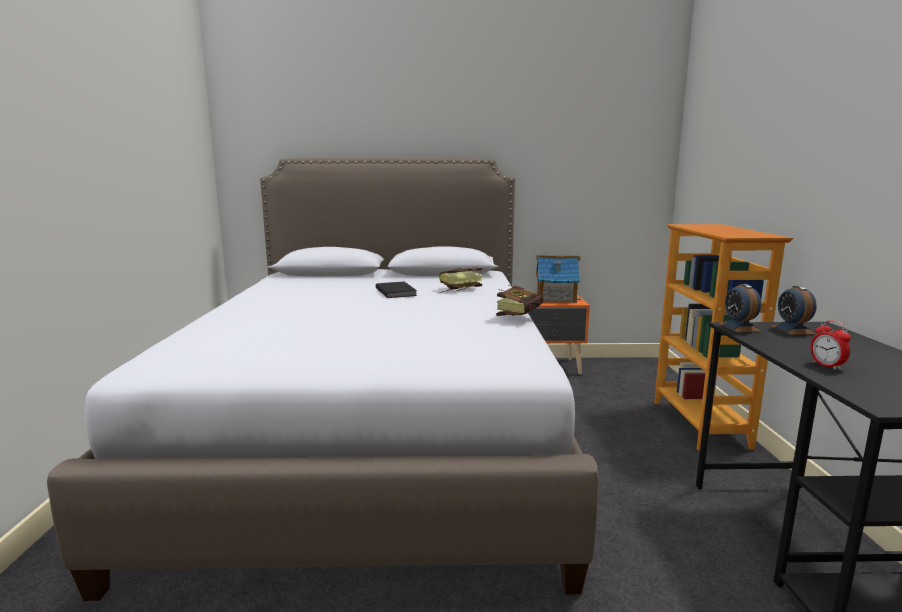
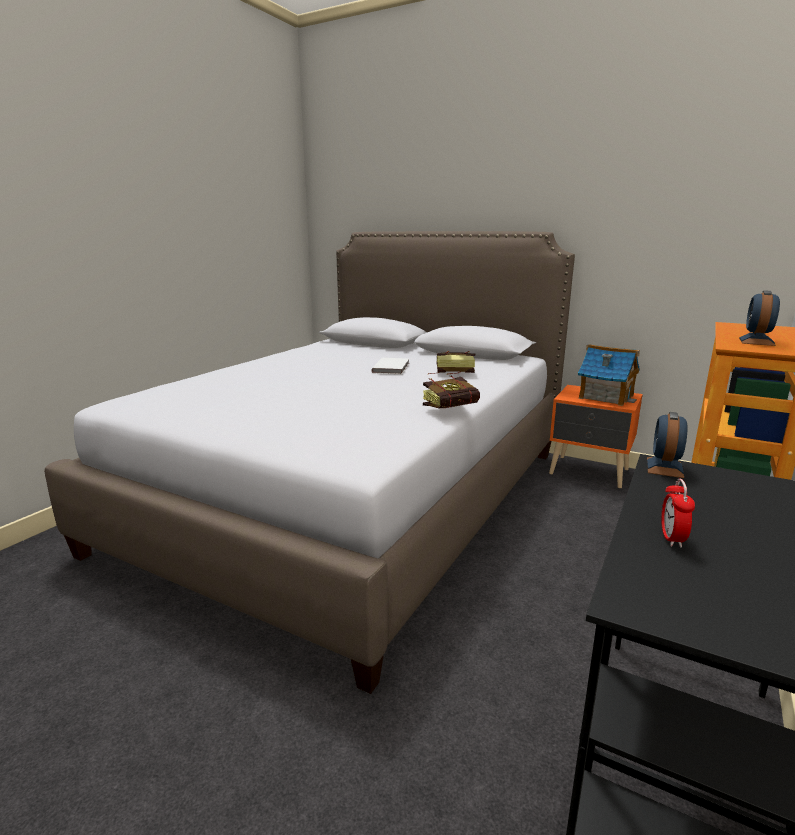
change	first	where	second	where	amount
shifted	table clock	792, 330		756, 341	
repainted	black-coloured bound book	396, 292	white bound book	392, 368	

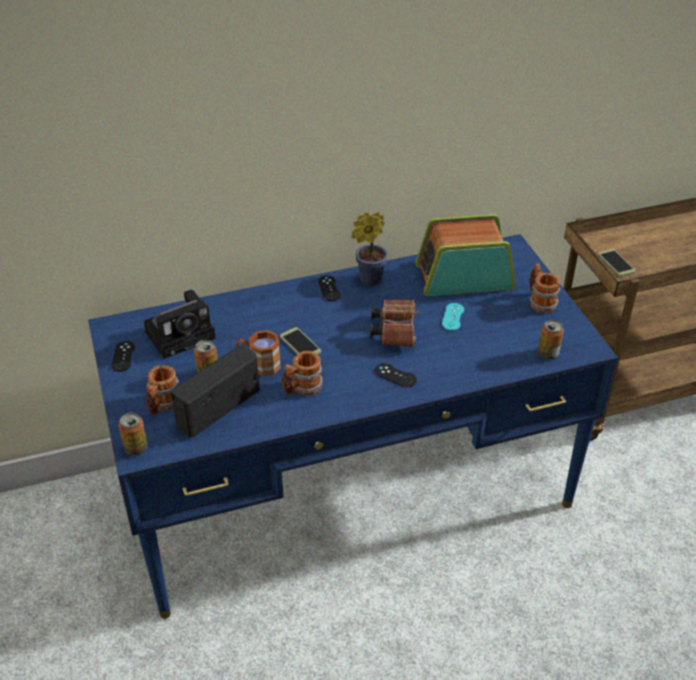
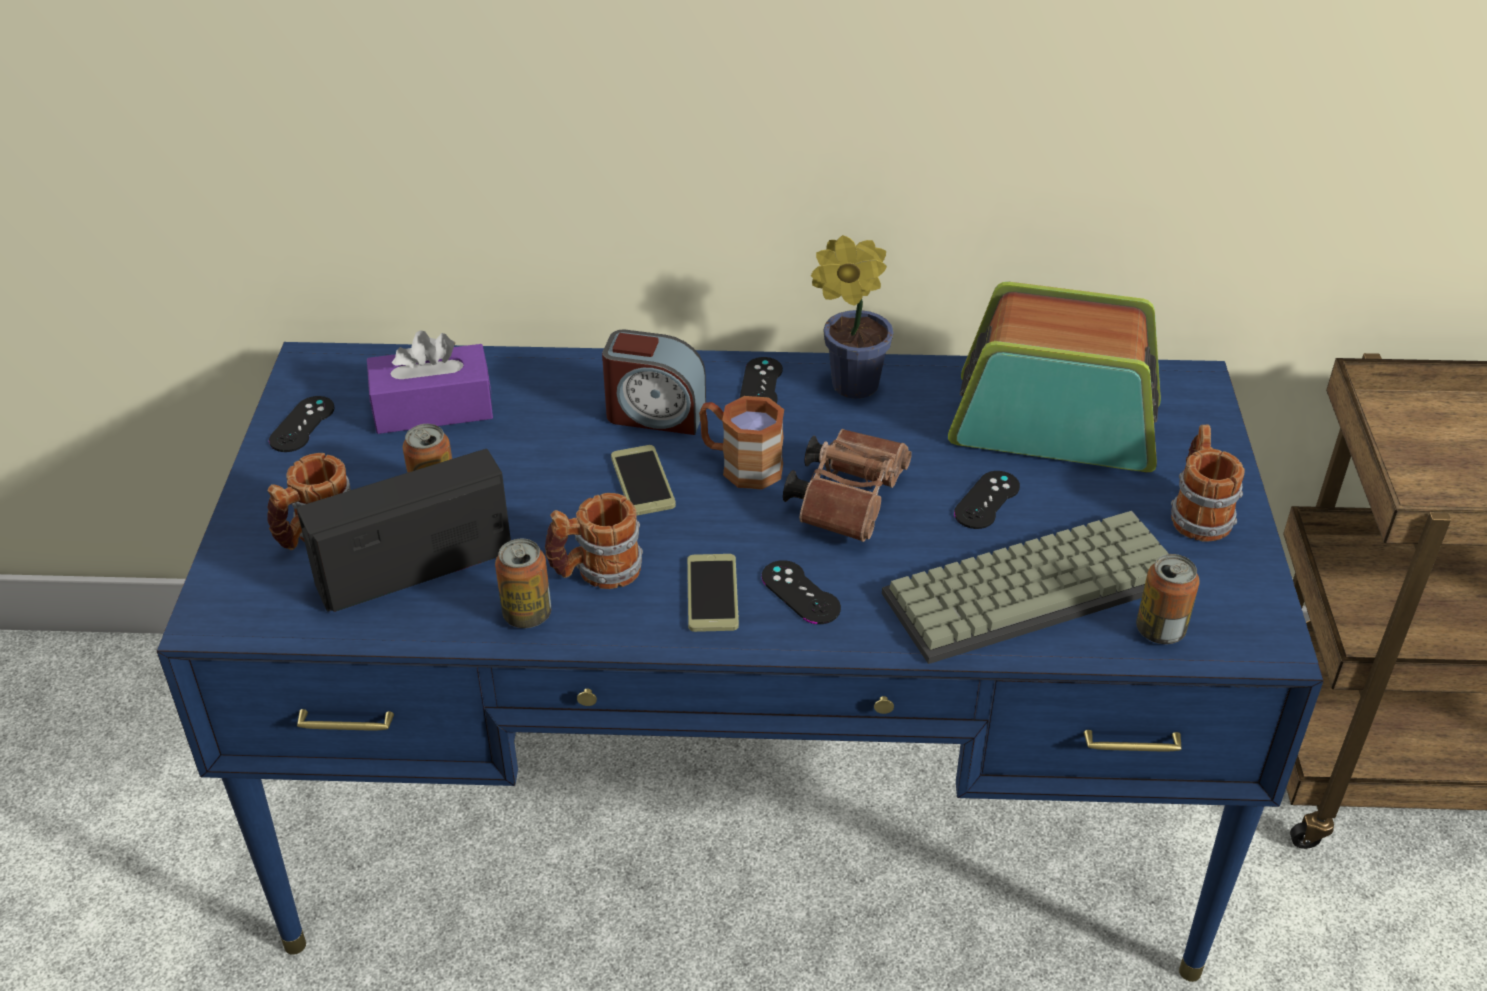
change	first	where	second	where	amount
new			table clock	655, 414	
new			computer keyboard	1035, 584	
shifted	sealed can	136, 448		527, 614	
shifted	brownish coffee mug	259, 365		740, 465	
shifted	phone	616, 263		712, 594	
swapped	still camera	182, 334	purple-coloured tissue holder	433, 408	
repainted	turquoise-coloured gamepad	453, 317	black-coloured gamepad	987, 500	

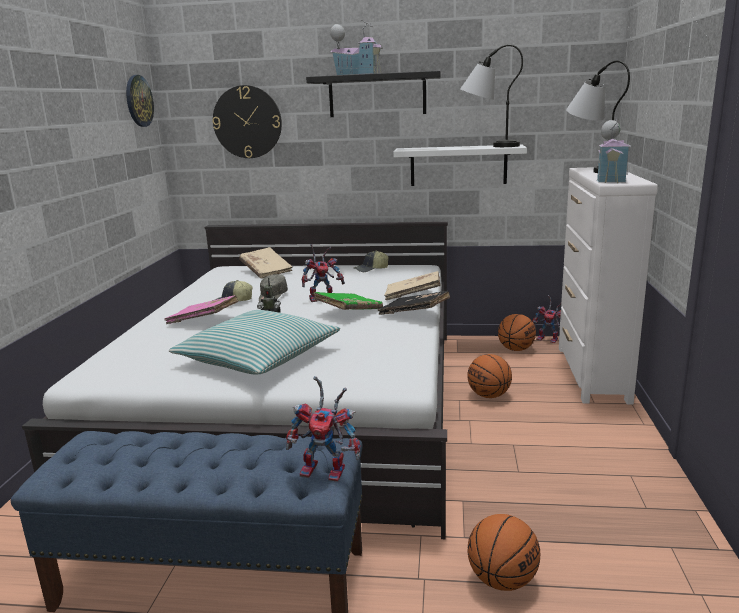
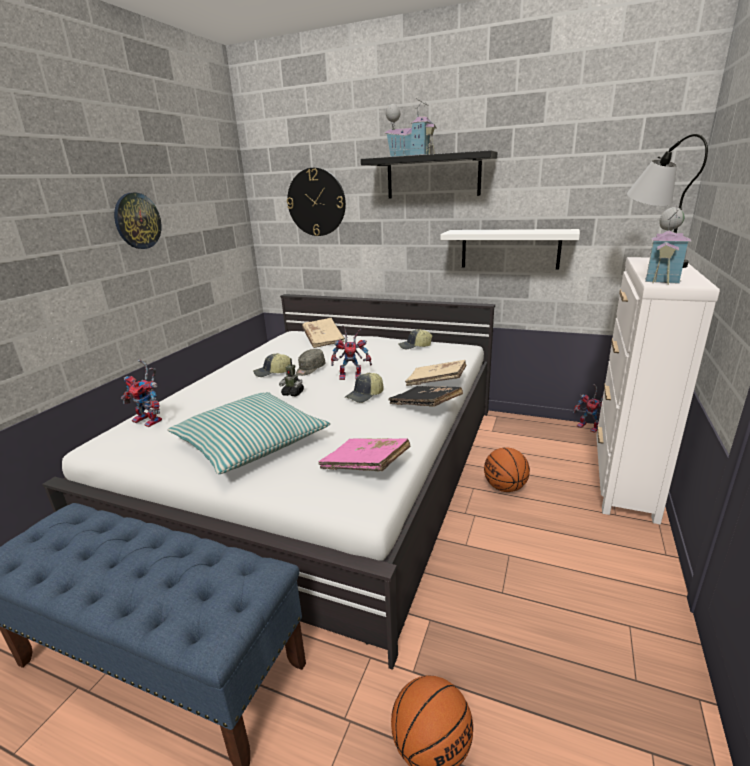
change	first	where	second	where	amount
gone	lamp for a table	488, 146			
gone	basketball	516, 349			
shifted	wall clock	138, 101		137, 221	
shifted	pinkish bound book	203, 320		365, 466	
shifted	model robot	328, 470		151, 420	
swapped	greenish bound book	348, 312	baseball cap	365, 396	

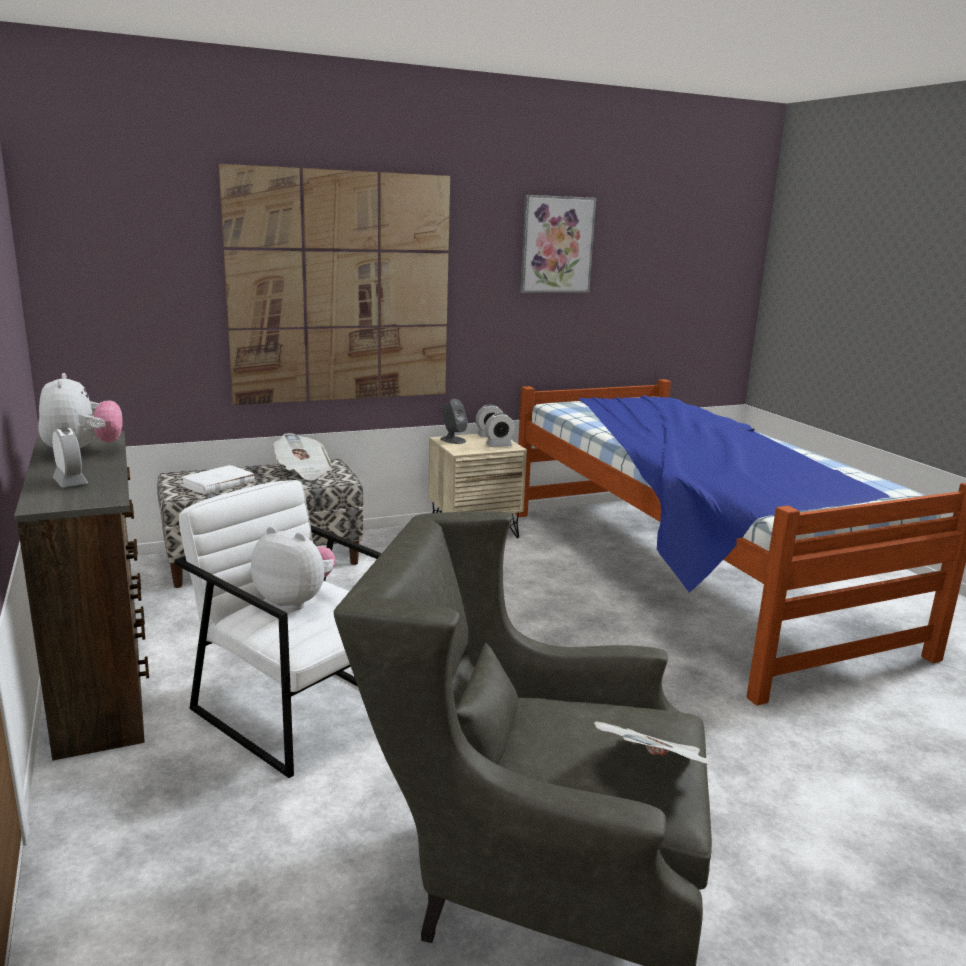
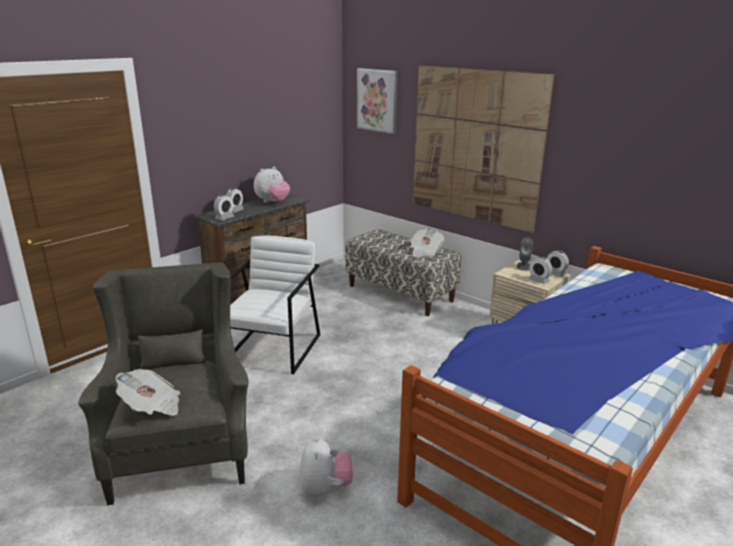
change	first	where	second	where	amount
gone	white bound book	217, 484			
new			table clock	224, 218	
shifted	plush toy	295, 600		325, 487	
shifted	wall picture	556, 245		377, 100	

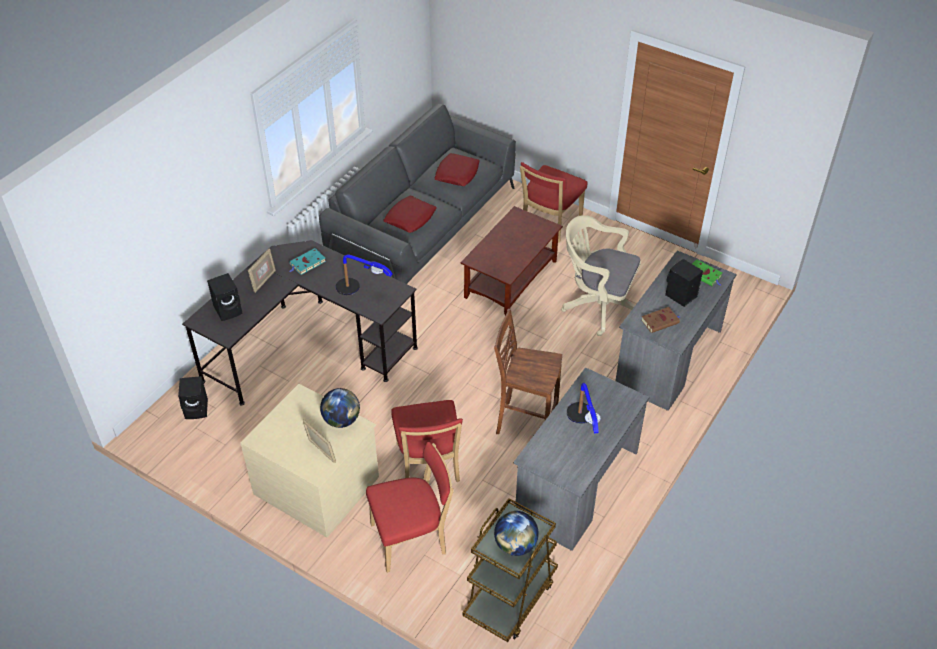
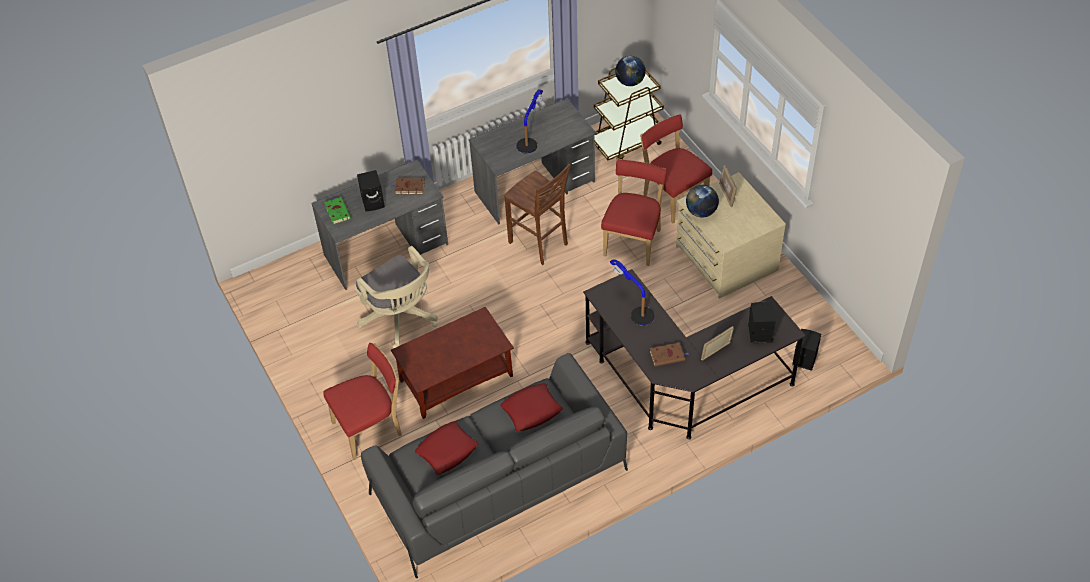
change	first	where	second	where	amount
repainted	turquoise-coloured bound book	307, 263	brownish bound book	668, 356	
rotated	red upright chair	412, 538		673, 197	45 degrees clockwise

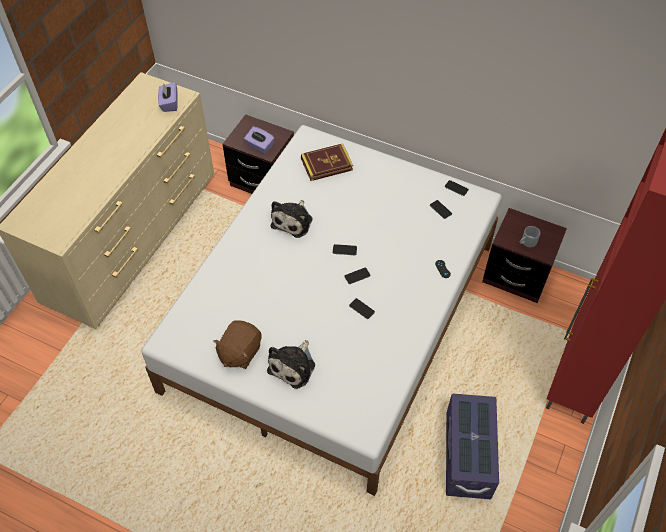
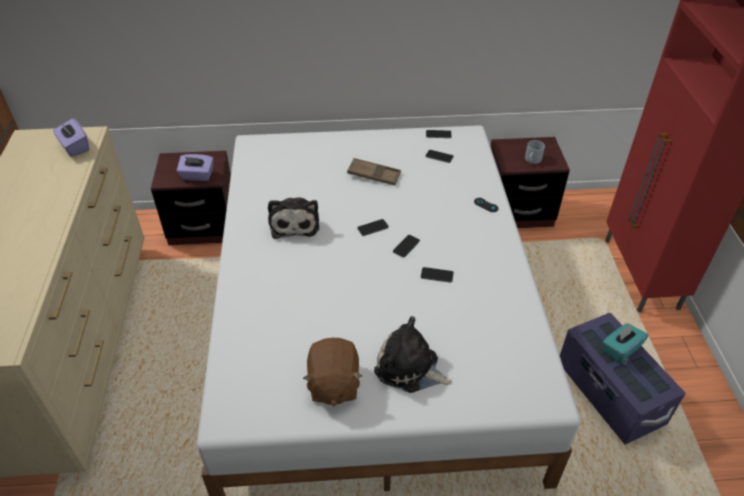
change	first	where	second	where	amount
gone	bound book	326, 164			
new			brownish carrying tray	374, 175	
new			turquoise-coloured tissue holder	620, 349	
rotated	plush toy	293, 366		409, 368	120 degrees clockwise

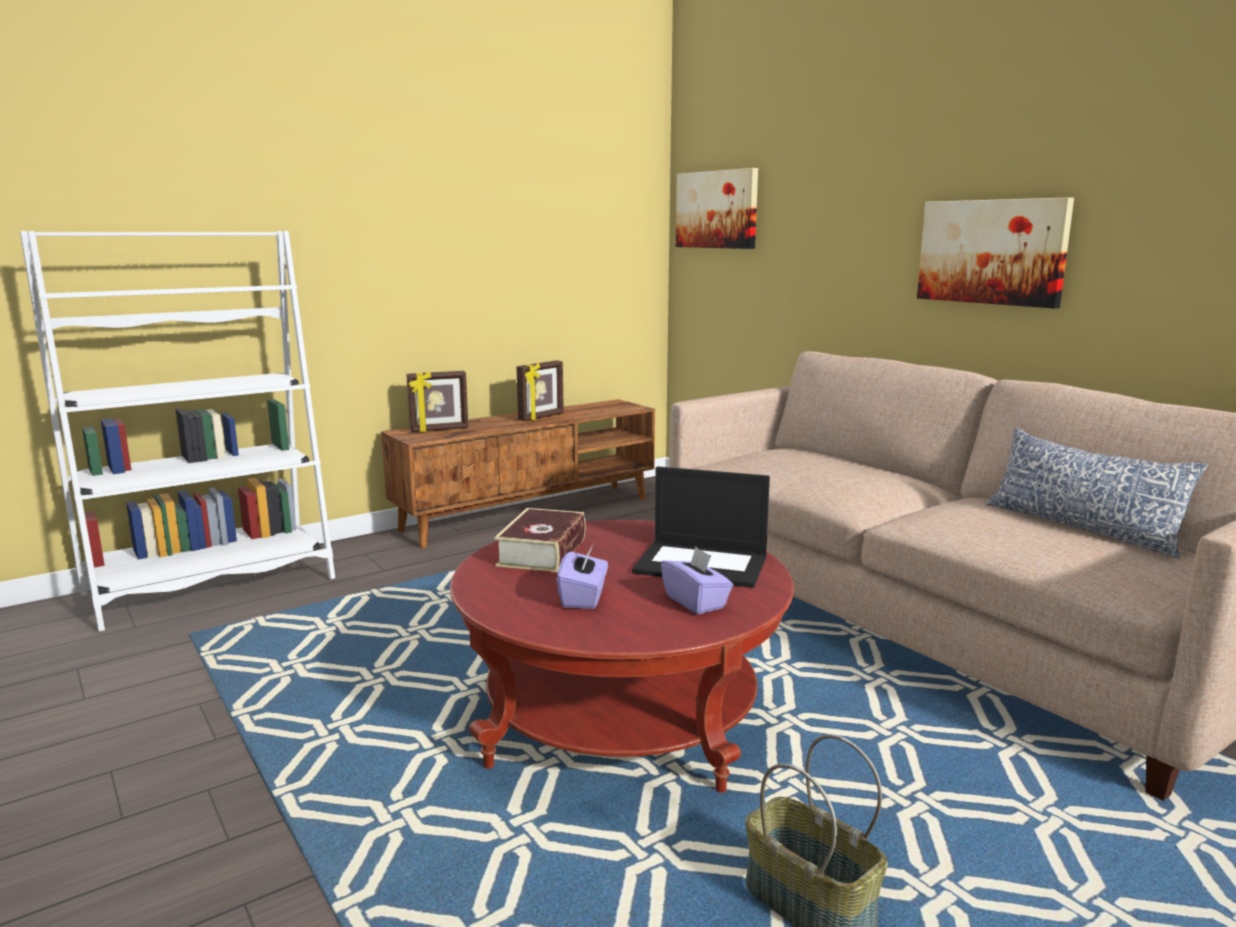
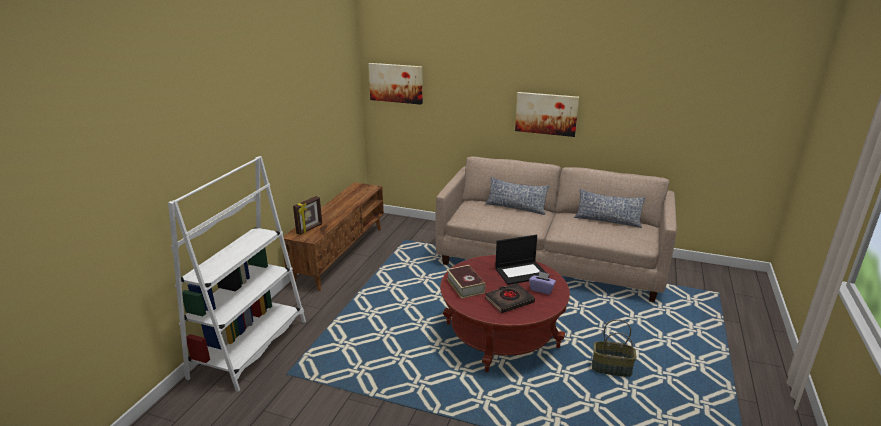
change	first	where	second	where	amount
gone	photo frame	541, 417			
new			throw pillow	515, 208	
swapped	purple-coloured tissue holder	583, 598	black-coloured bound book	509, 301	

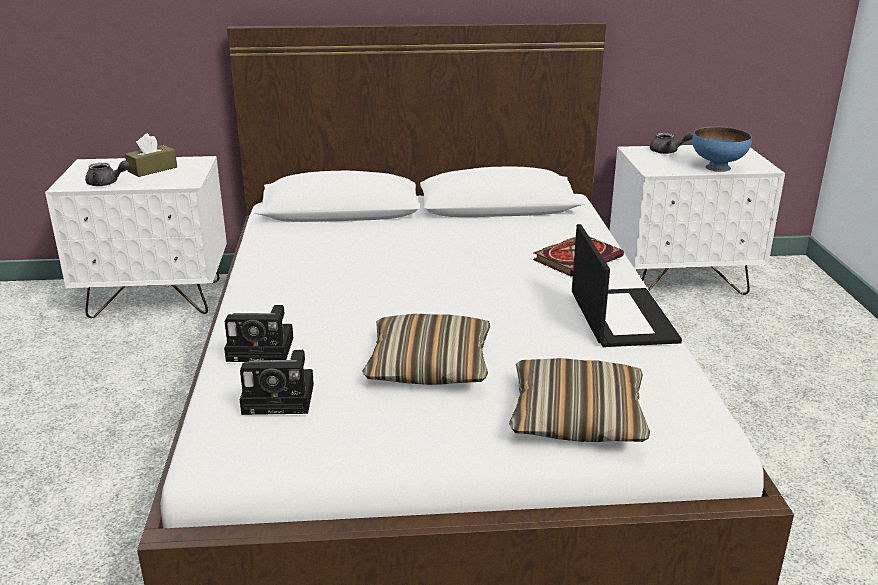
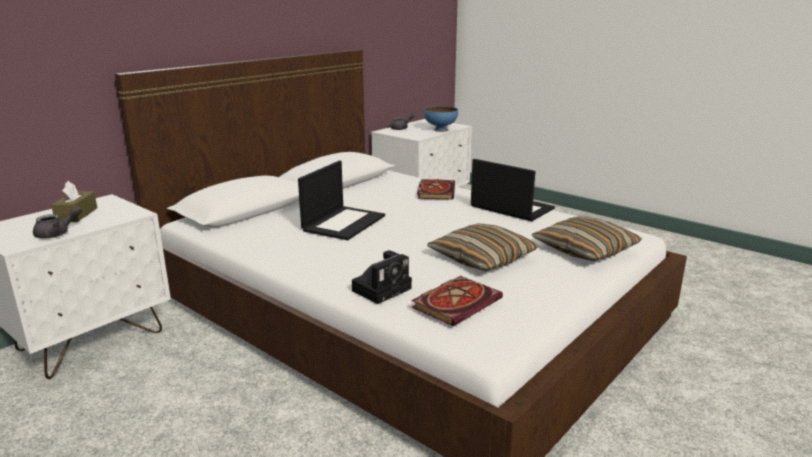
change	first	where	second	where	amount
new			notebook computer	344, 223	
swapped	still camera	282, 398	bound book	457, 302	

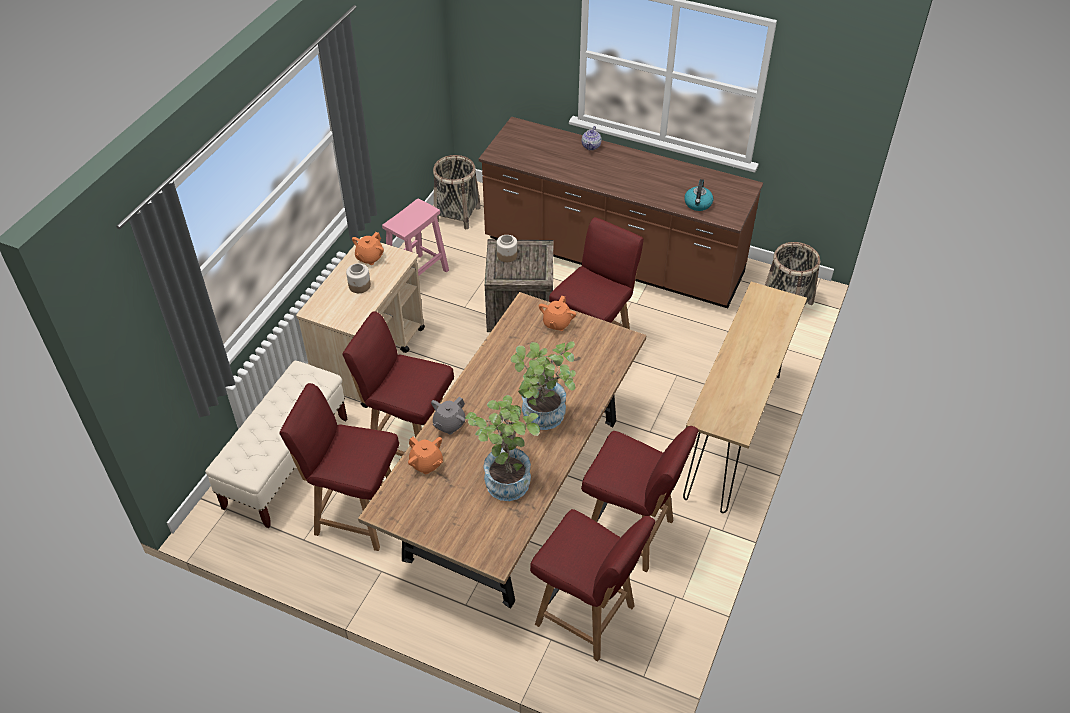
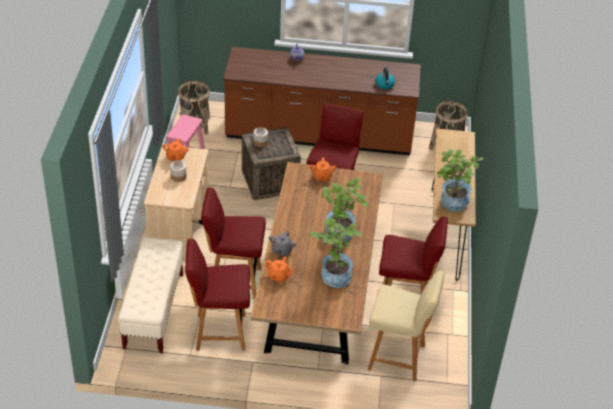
change	first	where	second	where	amount
new			houseplant	451, 204	
repainted	red upright chair	587, 617	beige-coloured upright chair	398, 358	

